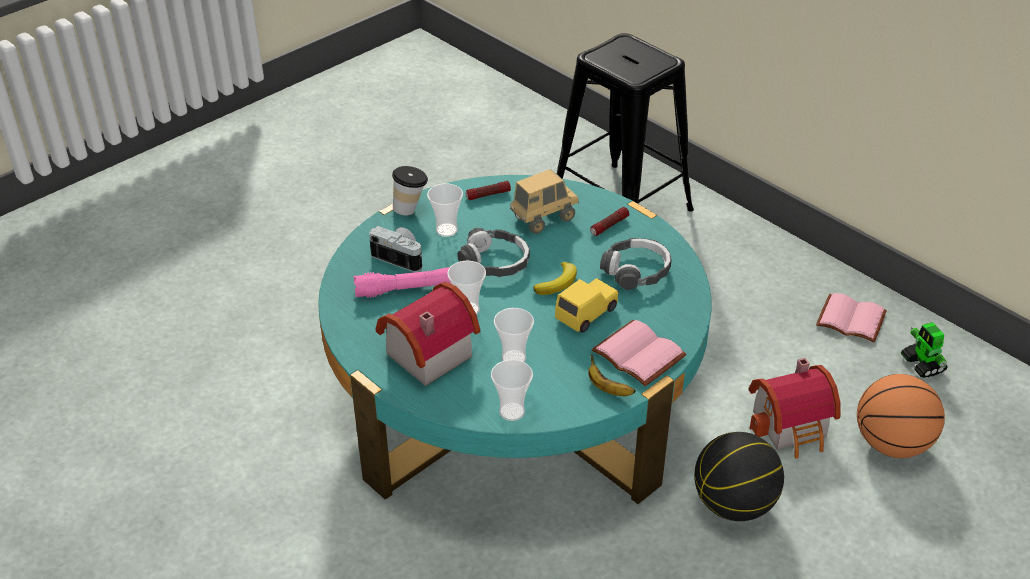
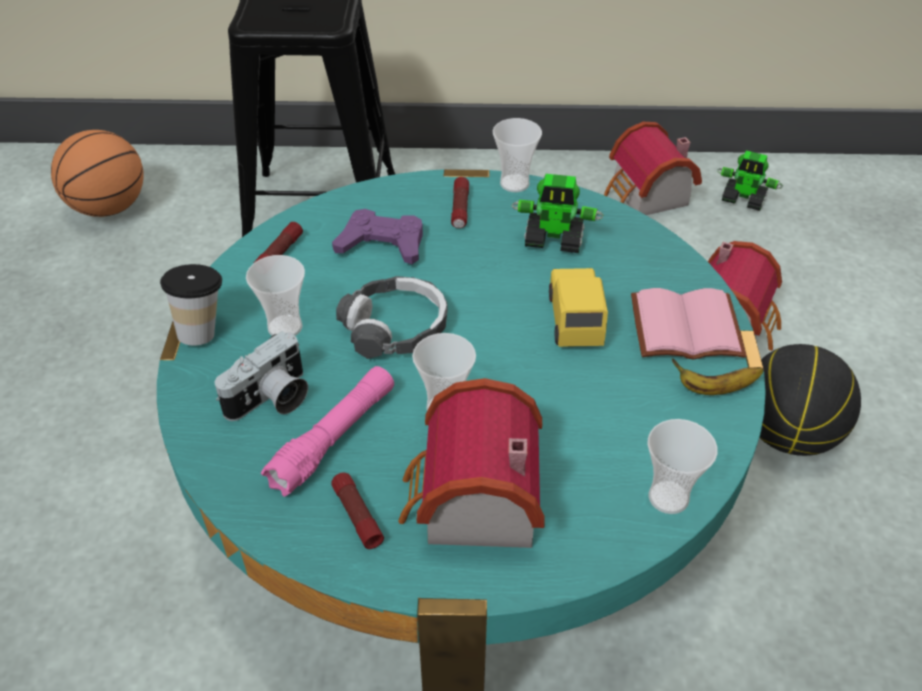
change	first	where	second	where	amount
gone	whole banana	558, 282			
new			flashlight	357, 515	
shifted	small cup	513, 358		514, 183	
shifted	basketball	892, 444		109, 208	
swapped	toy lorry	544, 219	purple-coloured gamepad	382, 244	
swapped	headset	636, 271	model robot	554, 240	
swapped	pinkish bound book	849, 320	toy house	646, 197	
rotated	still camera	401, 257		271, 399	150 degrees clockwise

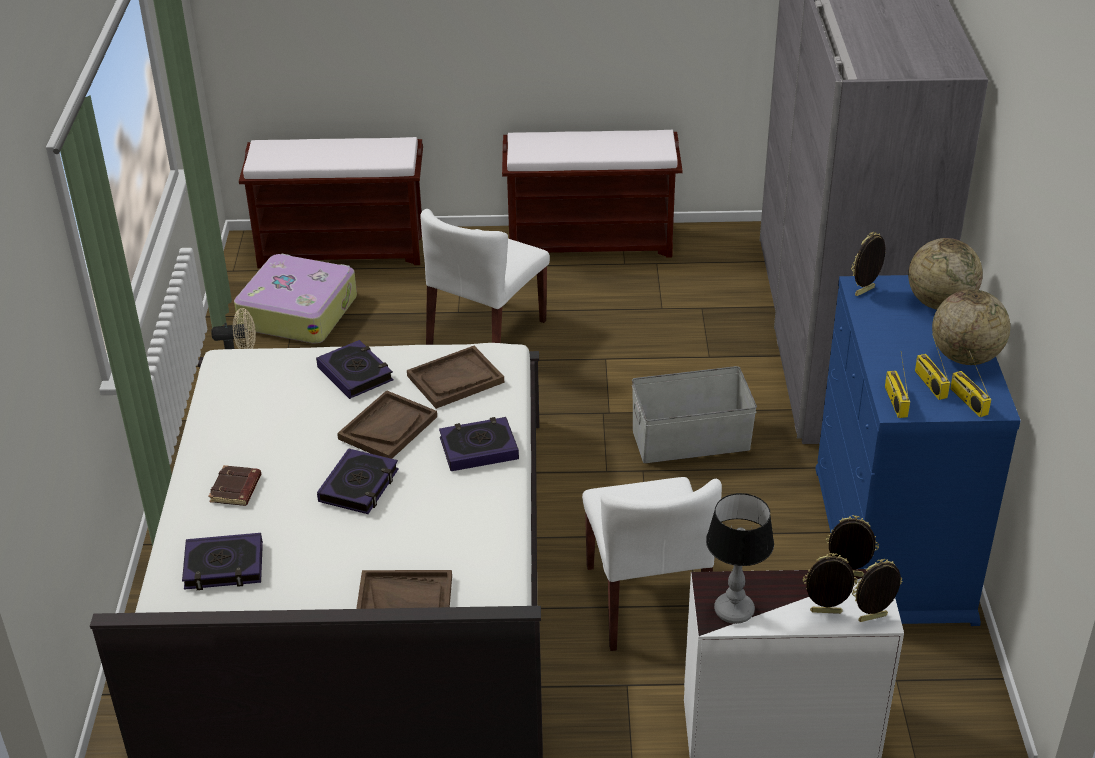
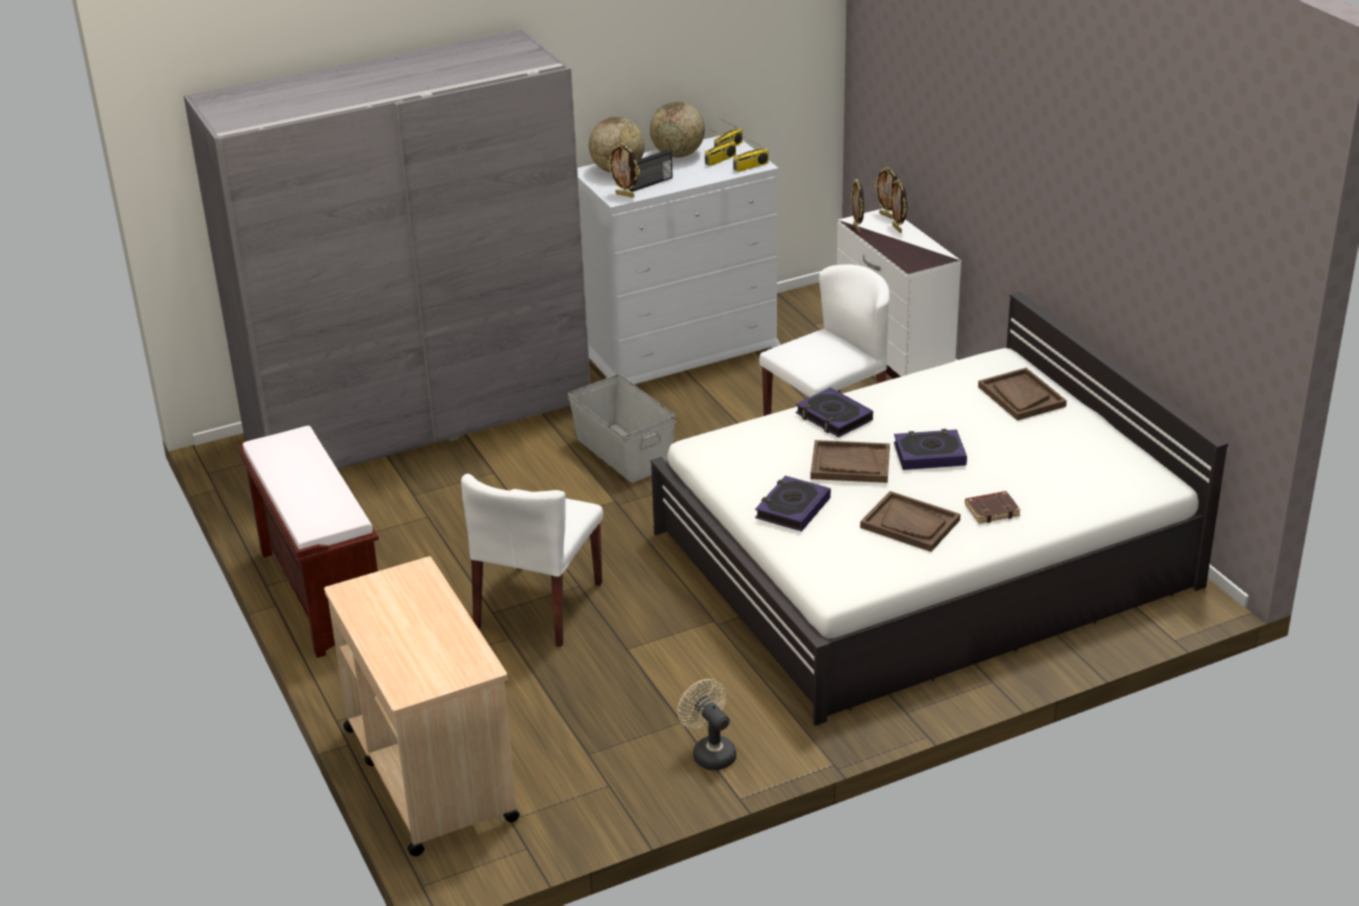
change	first	where	second	where	amount
gone	bound book	224, 566			
gone	suitcase	298, 311			
gone	lamp for a table	733, 611			
new			radio receiver	650, 183	
shifted	brownish carrying tray	455, 379		910, 524	
swapped	brownish long seat	343, 249	beige-coloured wheeled cart	429, 772	
repainted	blue chest of drawers	892, 543	white chest of drawers	680, 347	
rotated	white upright chair	486, 334		538, 606	105 degrees clockwise

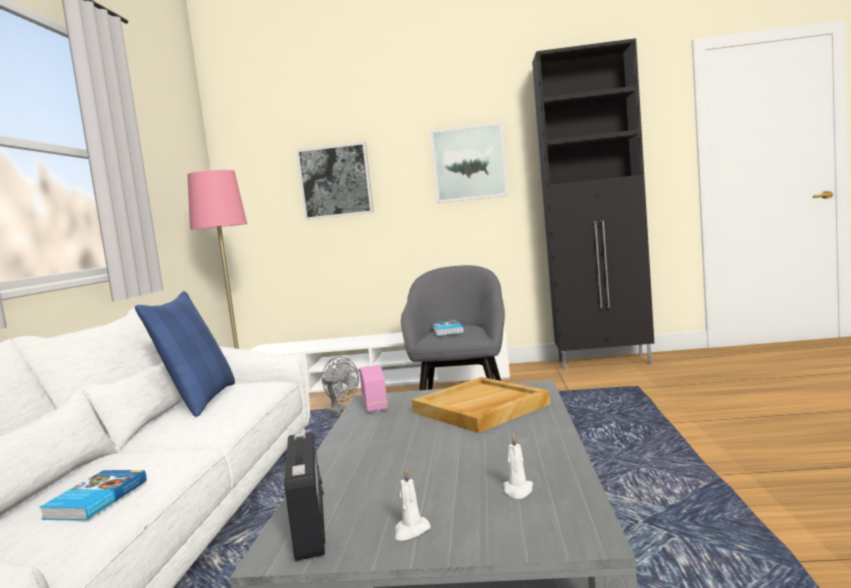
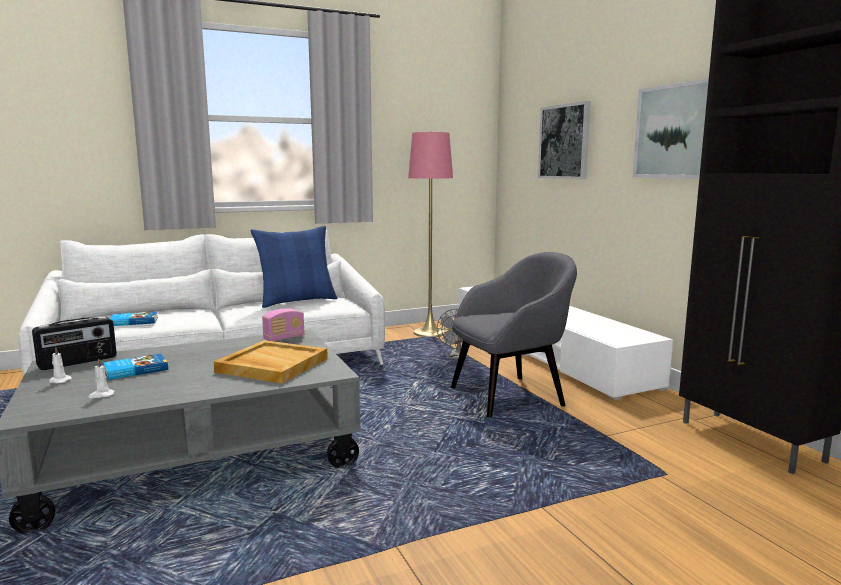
change	first	where	second	where	amount
shifted	bound book	447, 330		135, 370	

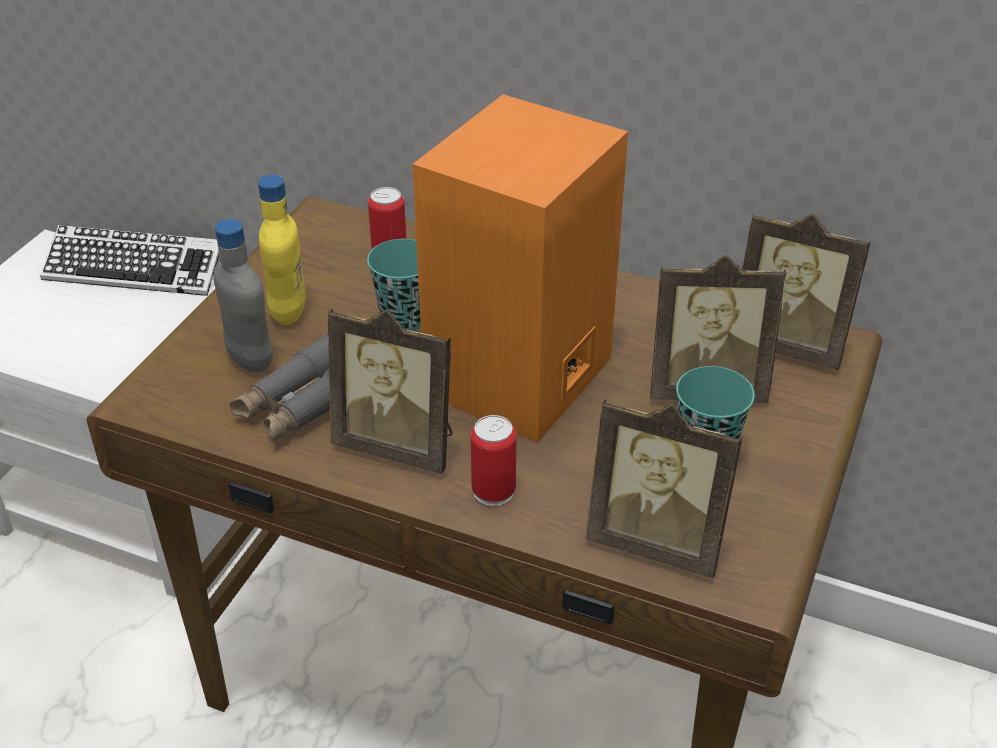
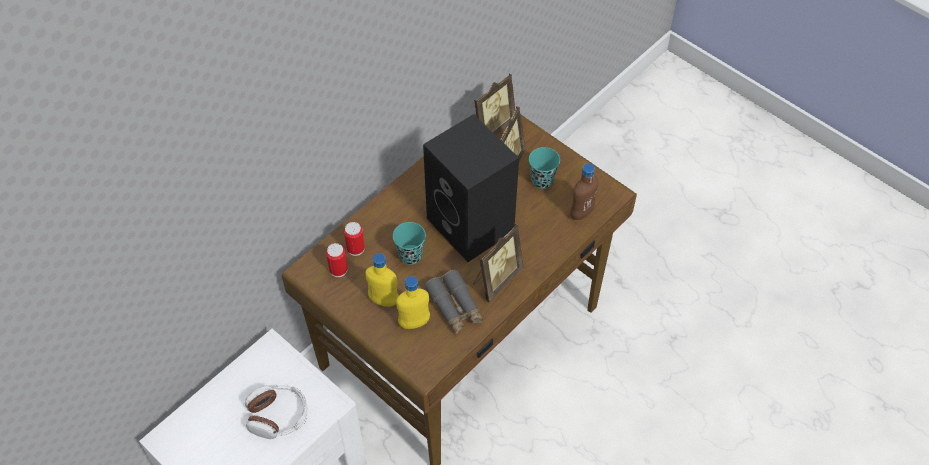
change	first	where	second	where	amount
gone	computer keyboard	135, 270			
new			headset	278, 416	
shifted	sealed can	493, 491		338, 270	
swapped	photo frame	657, 541	brownish beverage bottle	581, 212	
repainted	grey beverage bottle	250, 360	yellowish beverage bottle	414, 323	
repainted	orange-coloured audio speaker	520, 379	black-coloured audio speaker	473, 225	

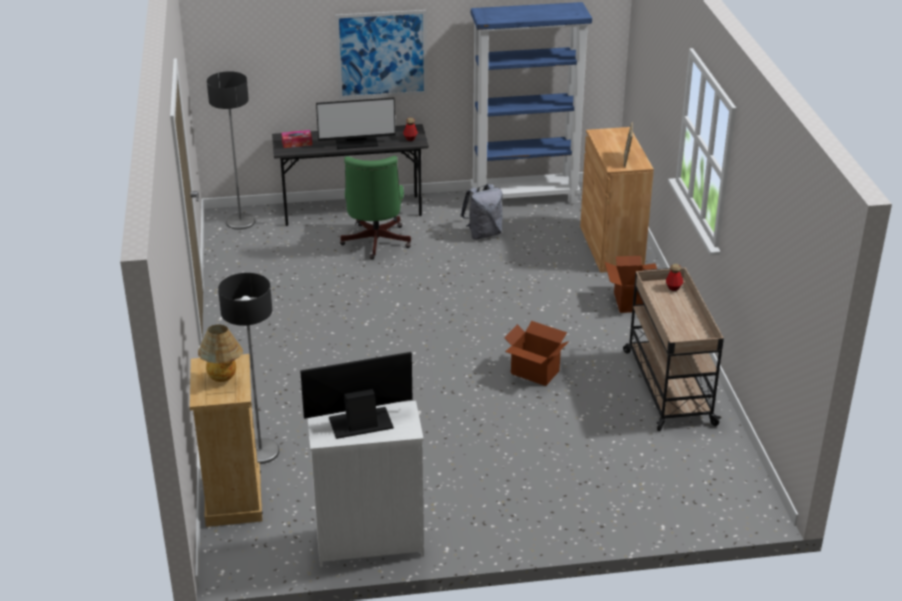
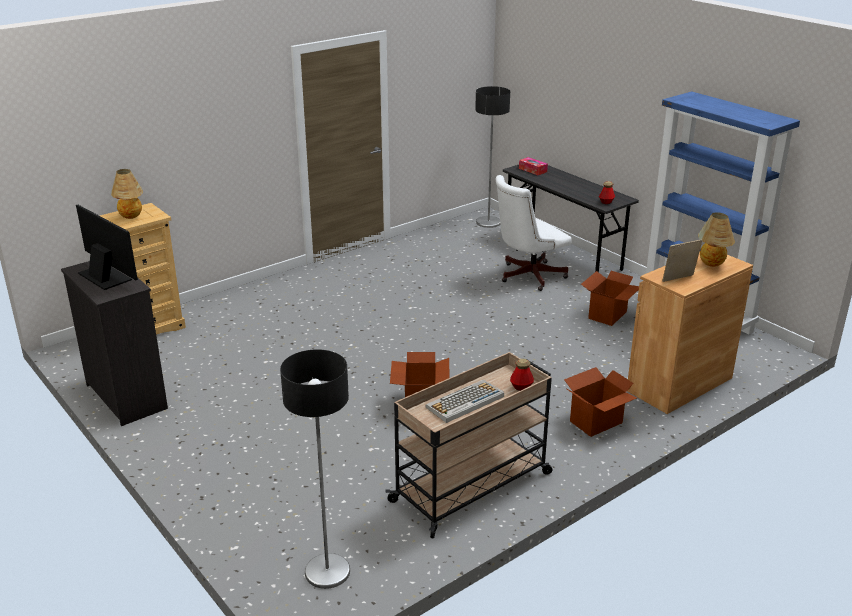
change	first	where	second	where	amount
gone	computer display	356, 142			
gone	wall picture	382, 54			
new			computer keyboard	464, 402	
new			lamp for a table	712, 265	
shifted	standard lamp	260, 452		327, 571	
swapped	grey knapsack	483, 234	cardboard box	608, 315	
repainted	white chest of drawers	368, 542	black-coloured chest of drawers	126, 396	
repainted	greenish desk chair	375, 243	white desk chair	527, 276	

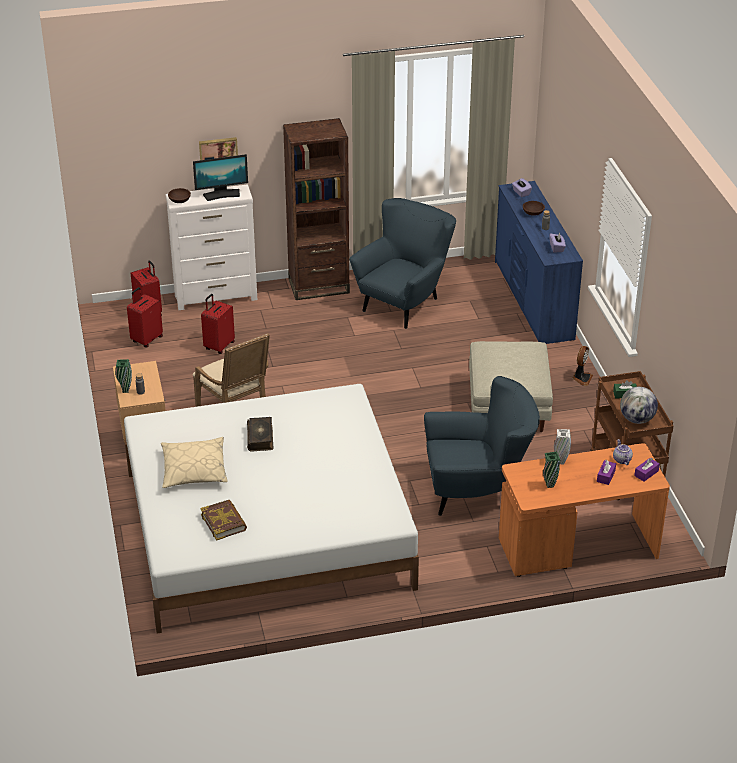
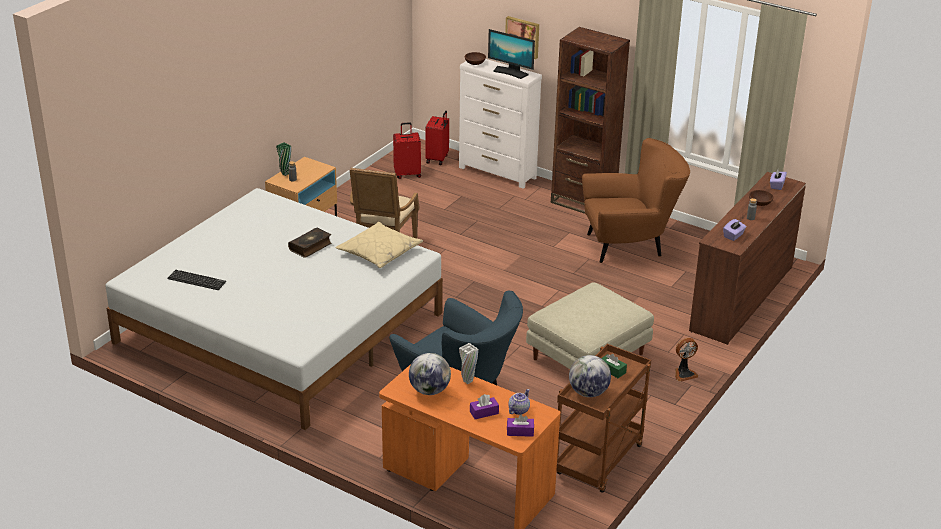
change	first	where	second	where	amount
gone	red suitcase	219, 346			
shifted	beige-coloured throw pillow	194, 469		379, 252	
swapped	bound book	224, 522	computer keyboard	196, 280	
swapped	greenish flower vase	549, 485	globe	429, 390	
repainted	blue lounge chair	404, 302	brownish lounge chair	630, 245	
repainted	blue chest of drawers	533, 300	brownish chest of drawers	740, 298	

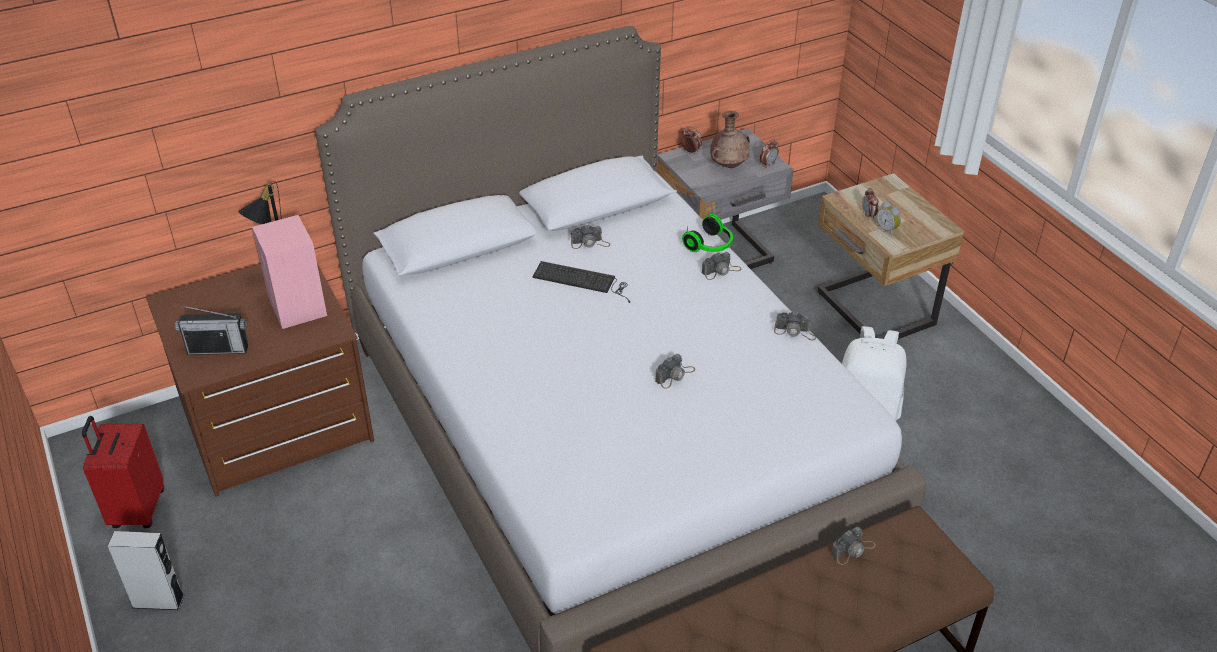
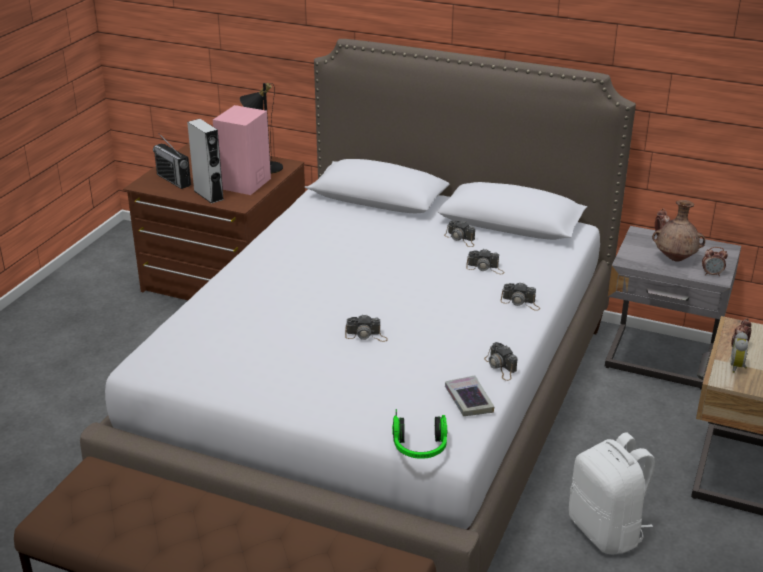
change	first	where	second	where	amount
gone	red suitcase	136, 509			
gone	computer keyboard	583, 281			
new			bound book	468, 400	
shifted	grey audio speaker	158, 601		208, 195	
shifted	headset	710, 246		420, 449	
shifted	still camera	853, 550		485, 268	

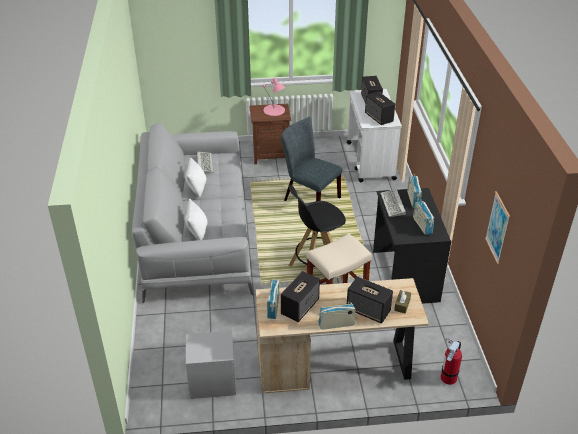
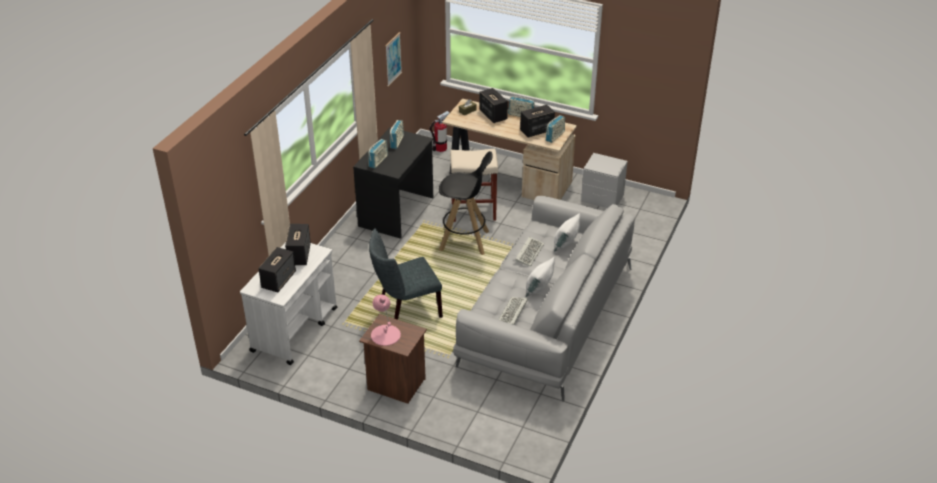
change	first	where	second	where	amount
shifted	computer keyboard	393, 205		529, 252	
rotated	grey upright chair	308, 198		405, 311	90 degrees clockwise

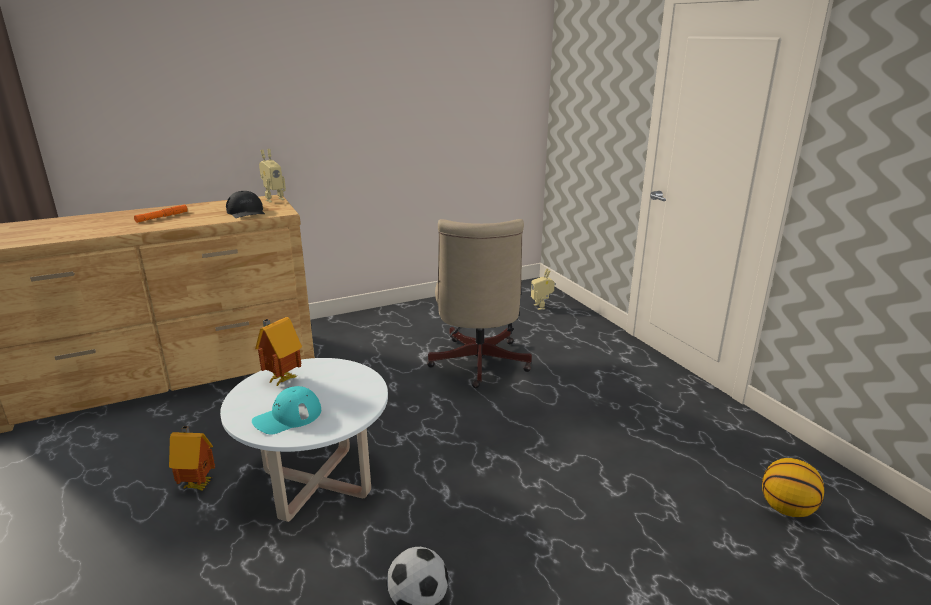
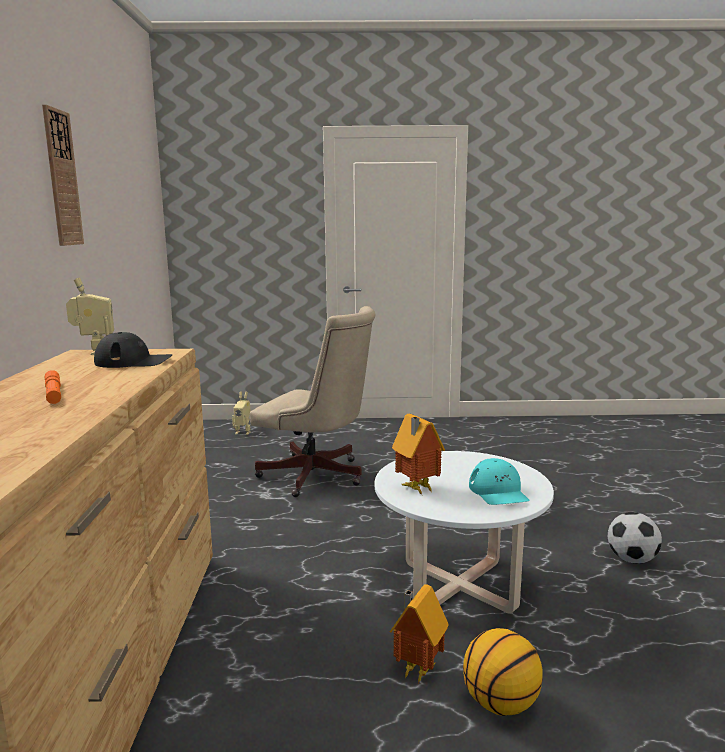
change	first	where	second	where	amount
new			wall clock	62, 178	
shifted	basketball	786, 508		500, 703	

